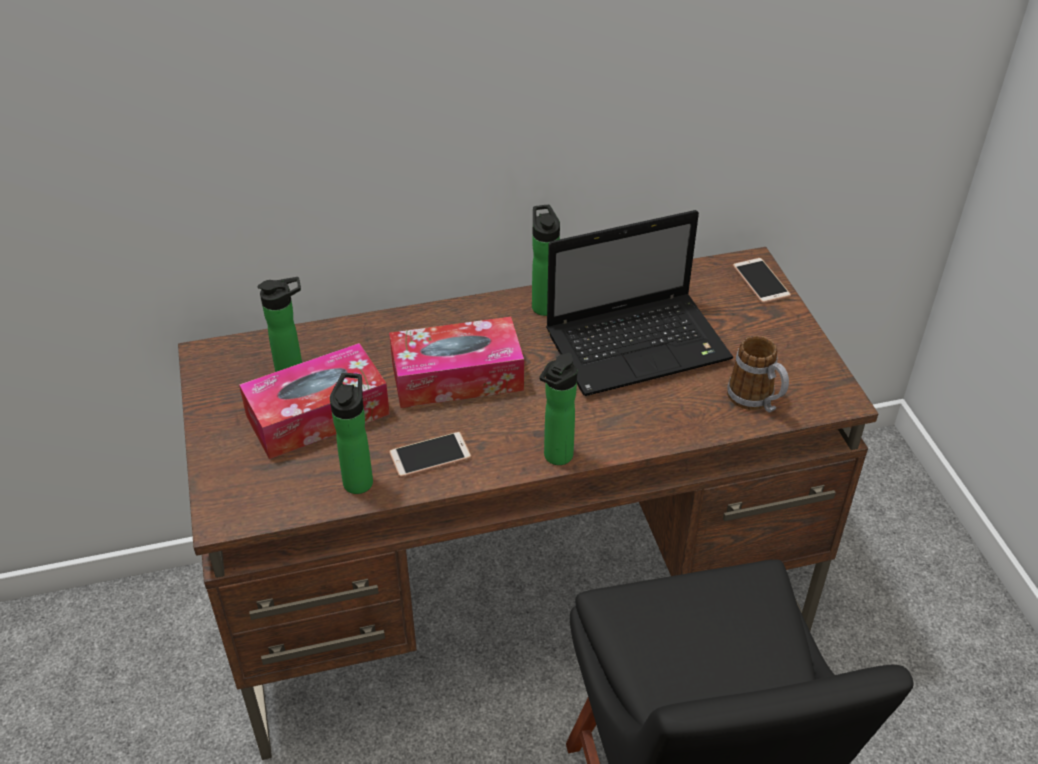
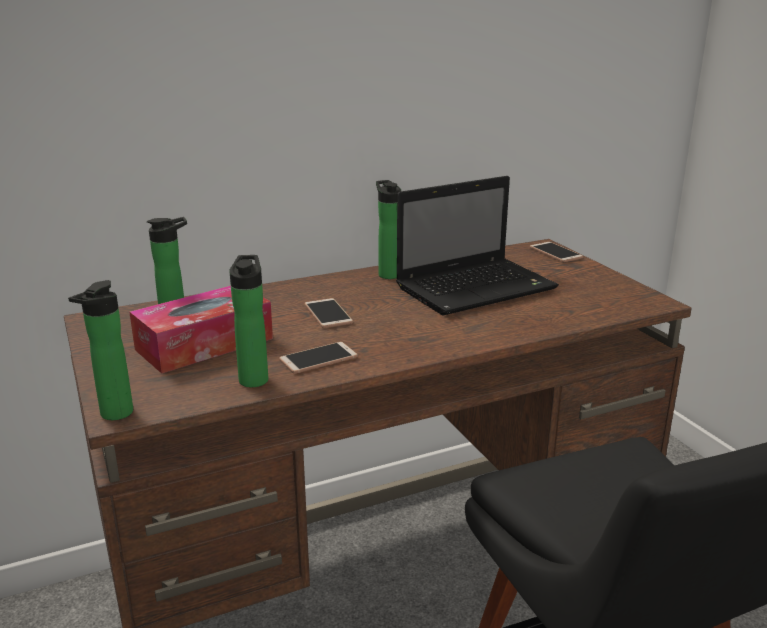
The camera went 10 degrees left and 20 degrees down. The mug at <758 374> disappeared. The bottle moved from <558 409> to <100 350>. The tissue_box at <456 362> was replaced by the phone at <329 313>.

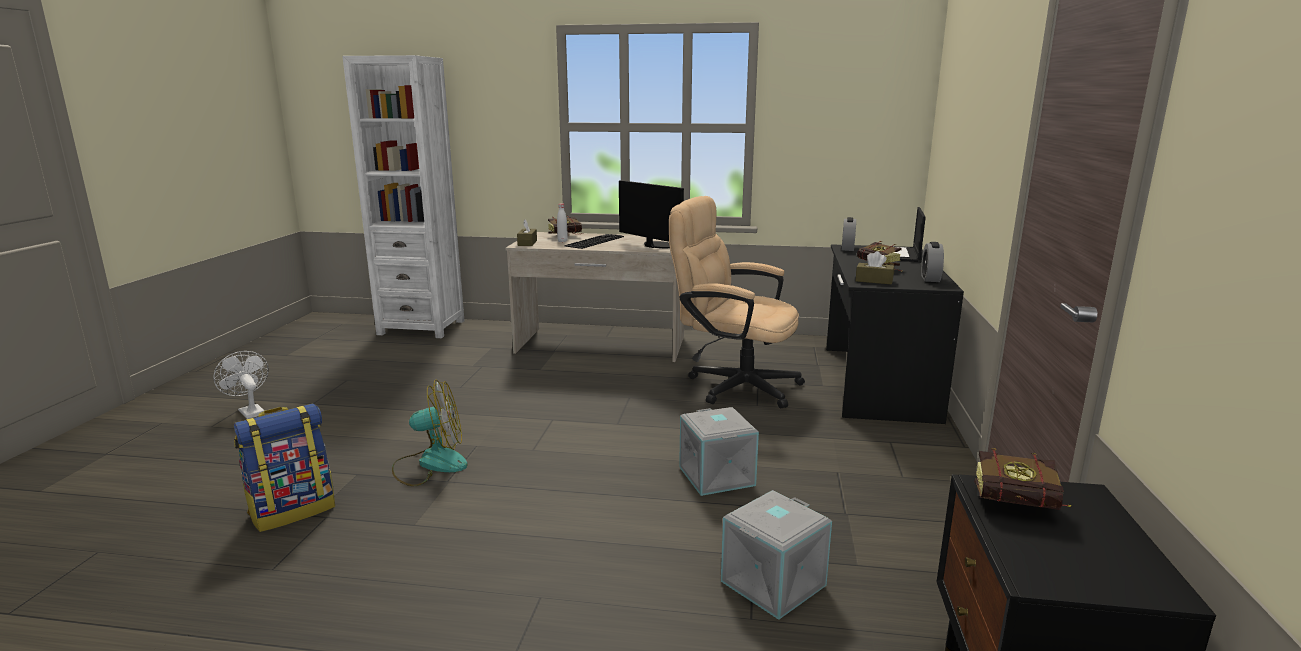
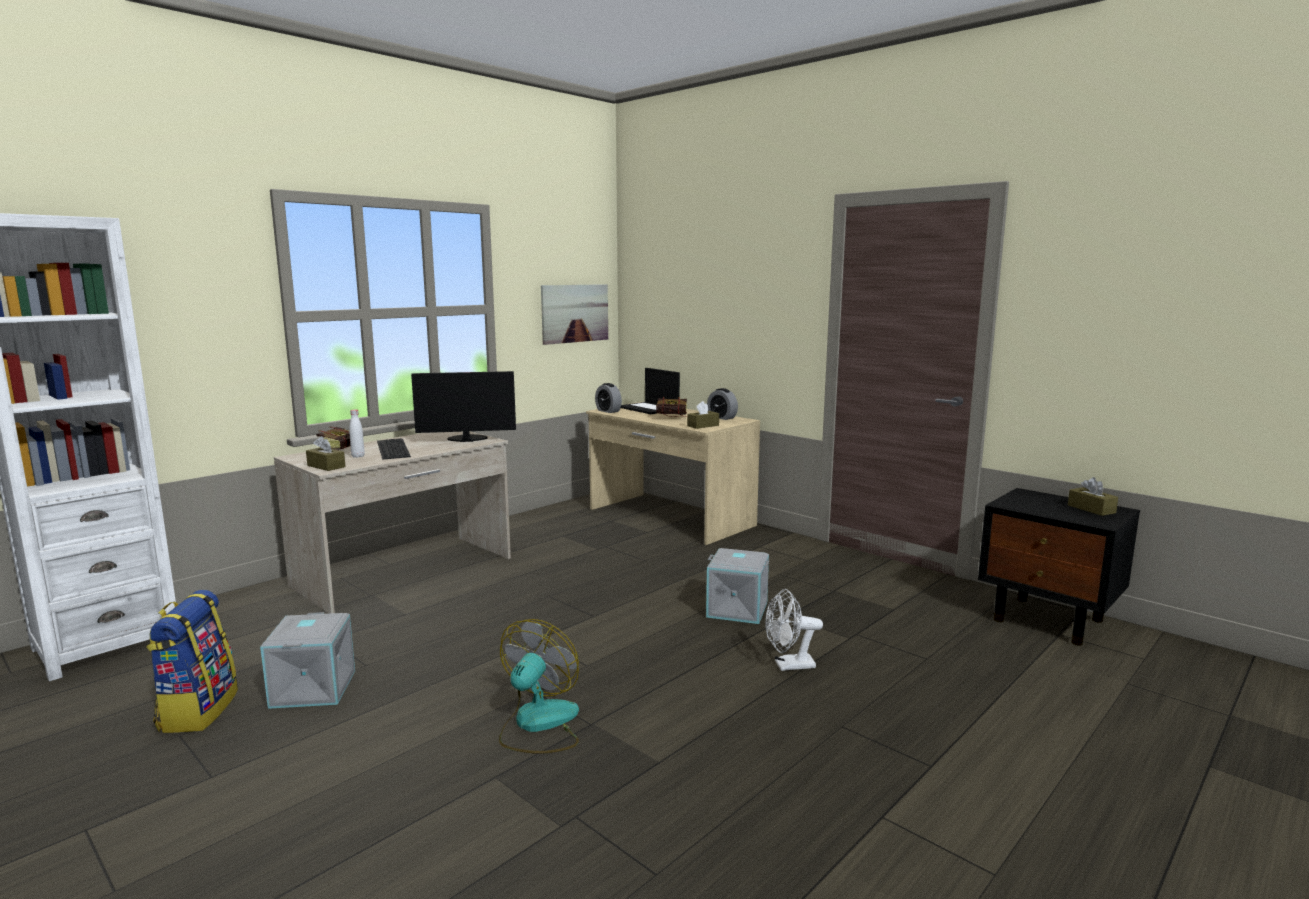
The camera went 55 degrees left and 5 degrees down. The beige_office_chair at <737 302> disappeared. The book at <1023 479> disappeared. The picture at <574 314> appeared. The brown_tissue_box at <1093 496> appeared. The white_fan moved from <241 385> to <794 630>. The backpack moved from <284 468> to <192 661>. The grey_storage_box moved from <776 555> to <307 660>. The black_desk at <895 334> became the beige_desk at <673 473>.

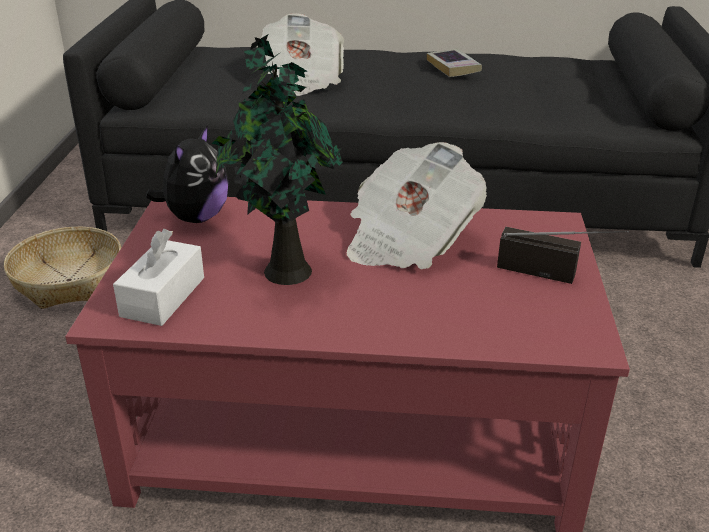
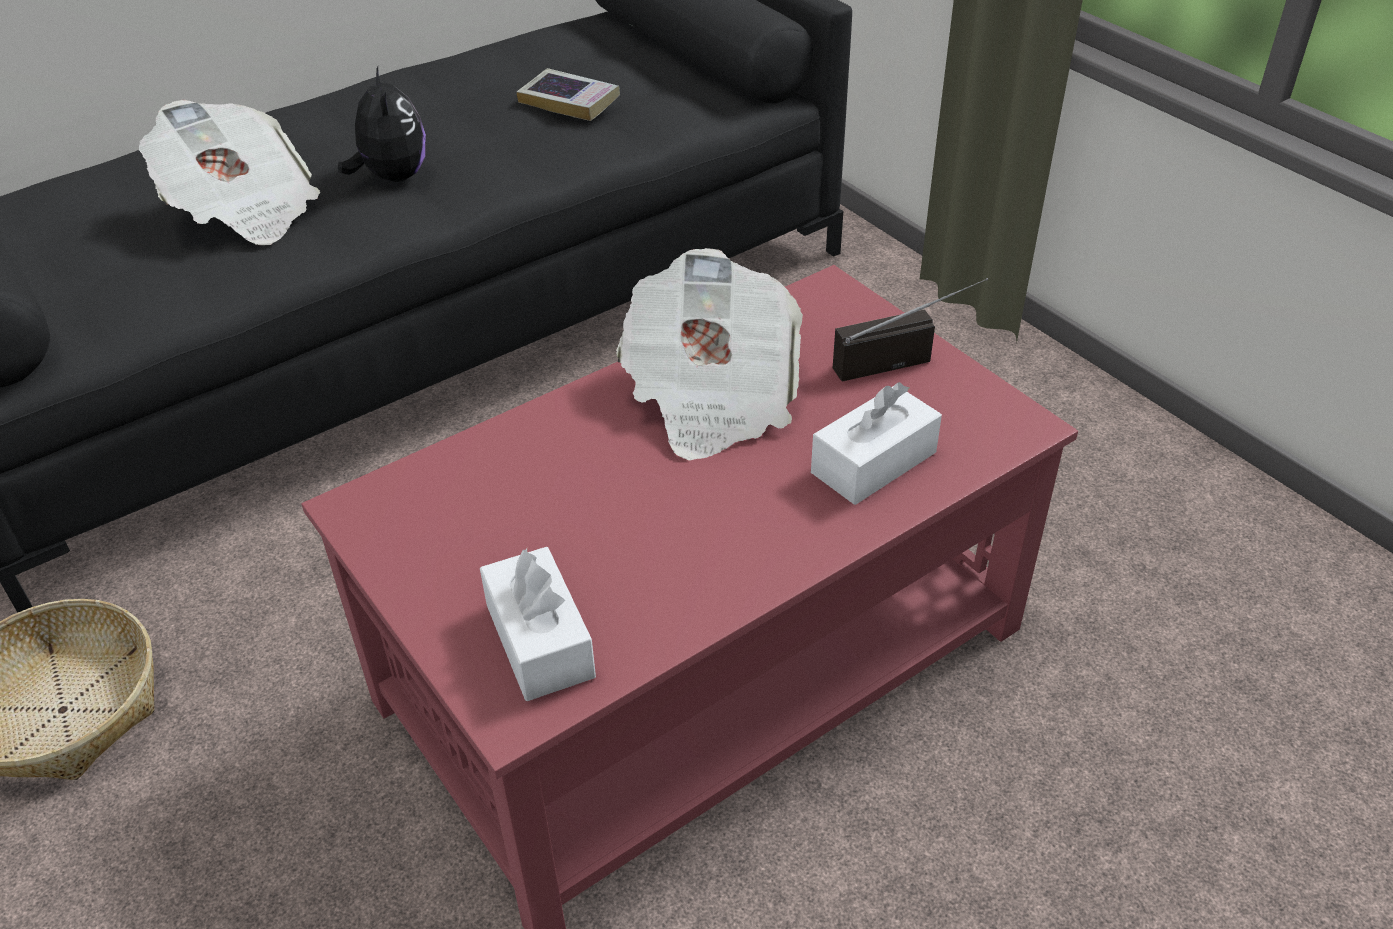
The camera went 40 degrees left and 10 degrees up. The potted_plant at <277 159> disappeared. The white_tissue_box at <876 443> appeared. The plush_toy moved from <187 174> to <382 124>. The book moved from <454 62> to <568 94>.

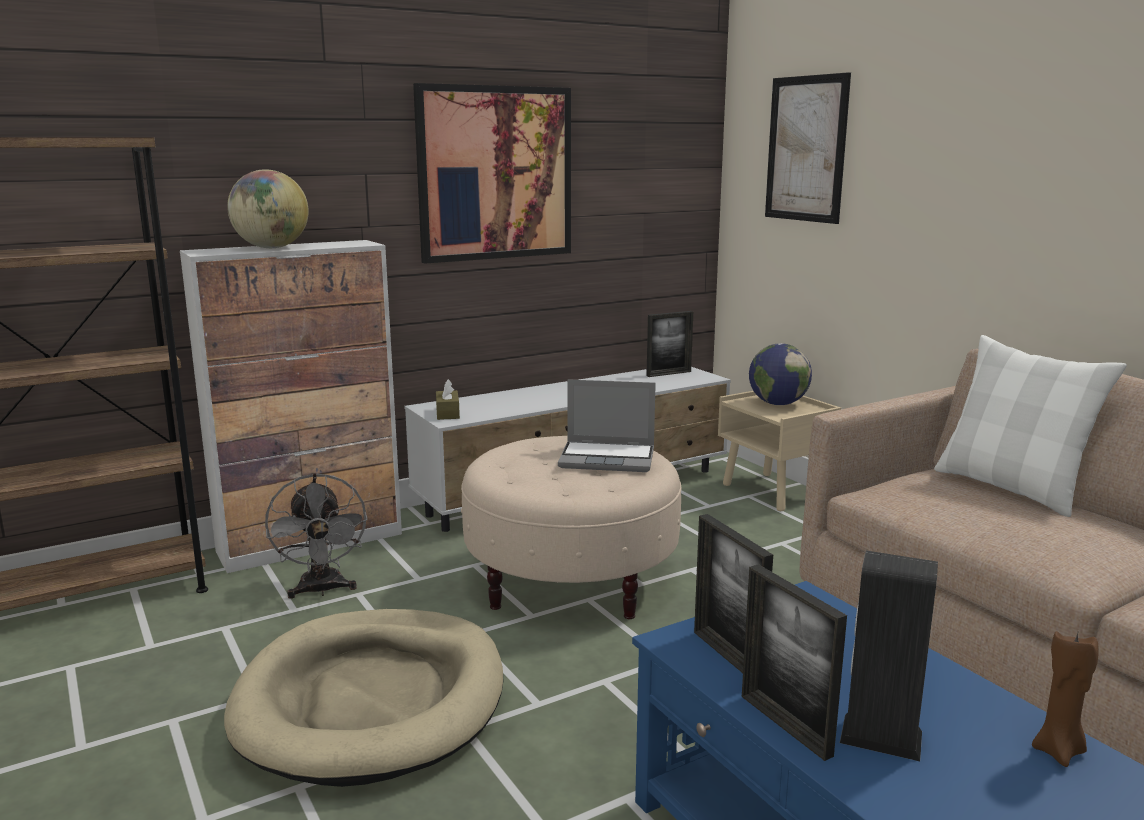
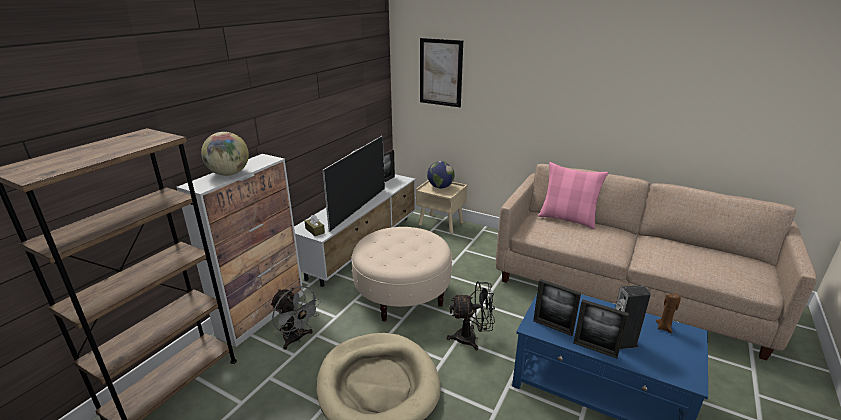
The camera went 30 degrees left and 10 degrees up. The picture at <492 173> disappeared. The laptop at <607 425> disappeared. The television at <354 184> appeared. The black_fan at <471 316> appeared. The white_pillow at <1030 426> became the pink_pillow at <573 195>.

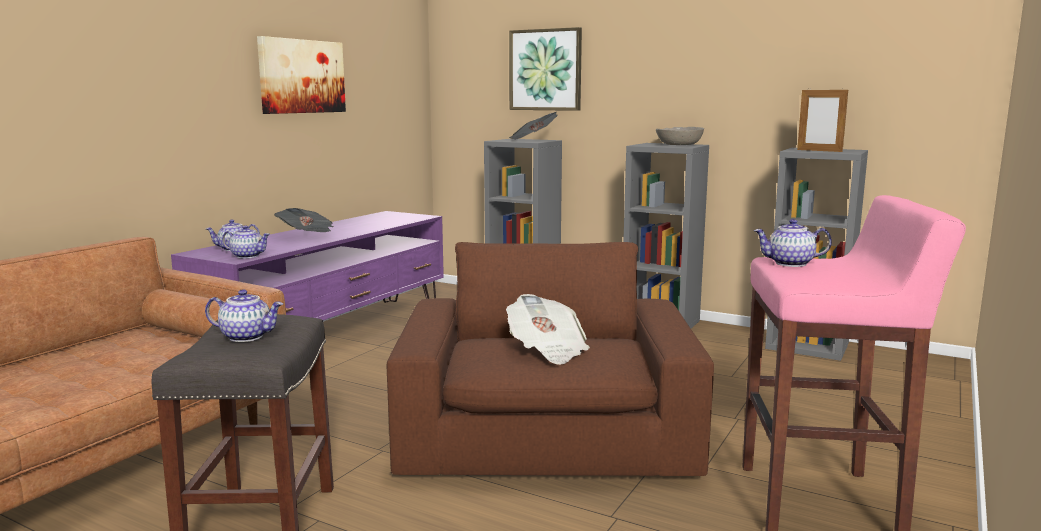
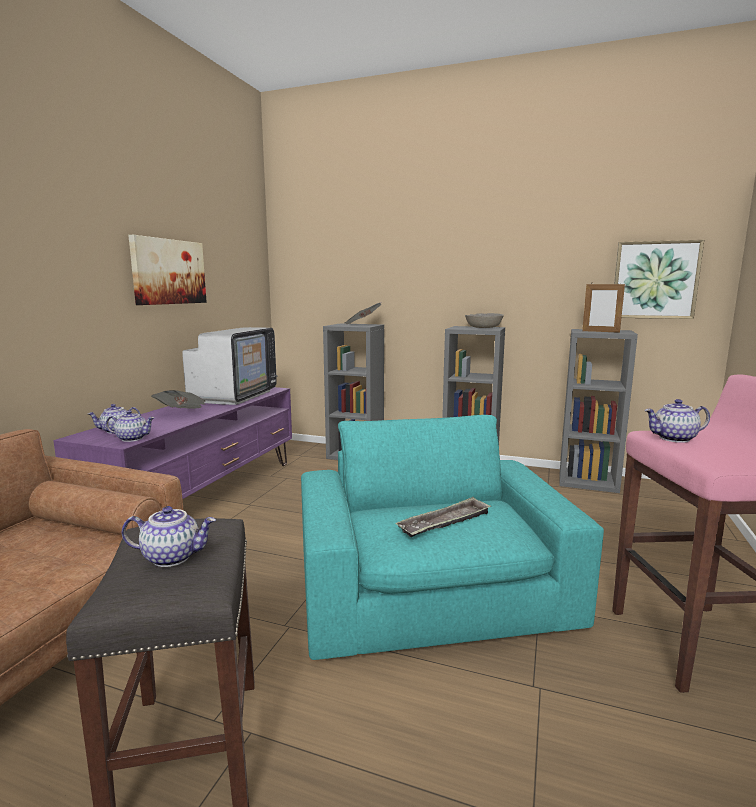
The camera went 10 degrees left and 0 degrees up. The television at <229 366> appeared. The picture moved from <545 69> to <659 279>. The newspaper at <548 329> was replaced by the tray at <443 517>. The brown_armchair at <550 359> became the turquoise_armchair at <452 537>.

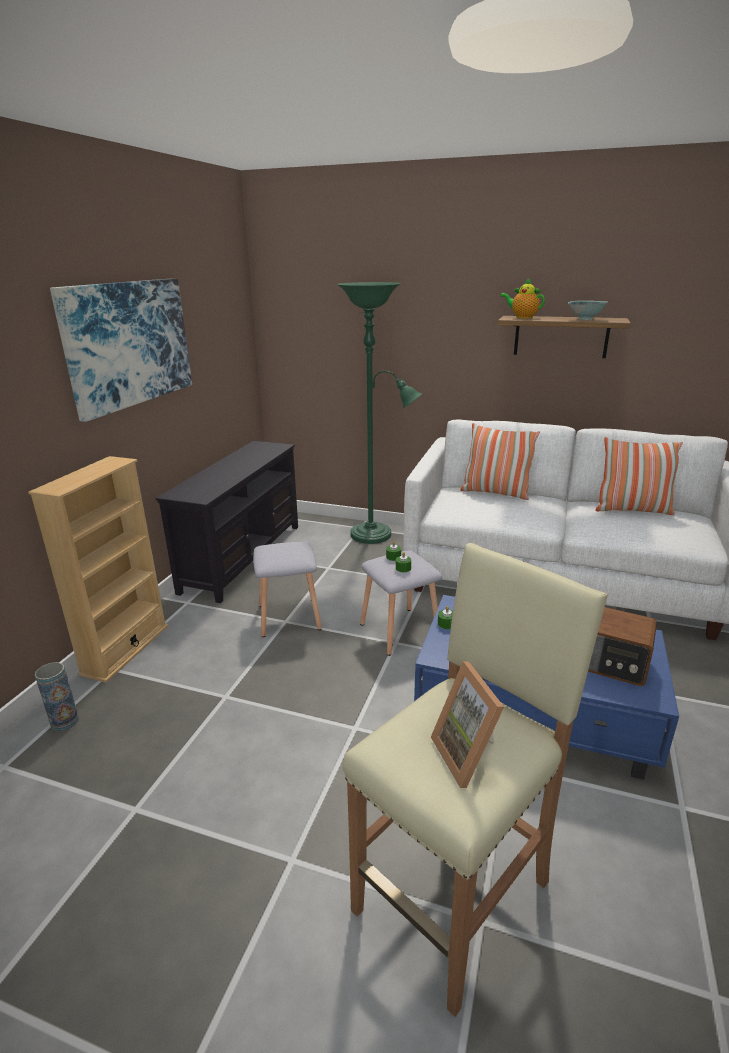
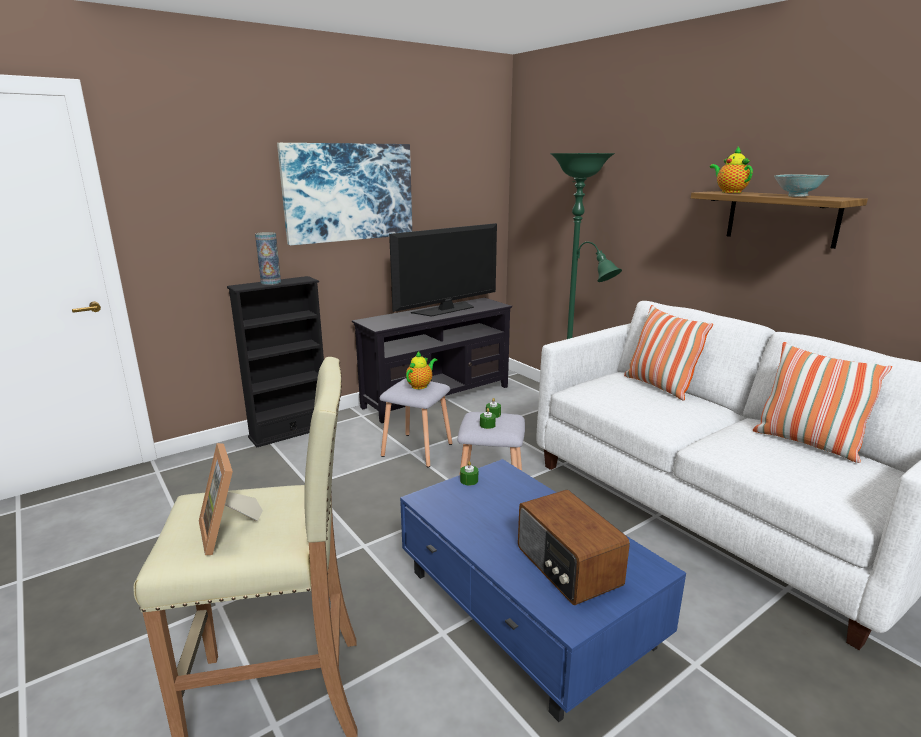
The camera went 35 degrees right and 5 degrees down. The television at <443 269> appeared. The teapot at <421 370> appeared. The vase moved from <57 696> to <268 258>. The beige_bookcase at <98 569> became the black_bookcase at <275 361>. The picture_frame at <467 724> turned 45 degrees counterclockwise.

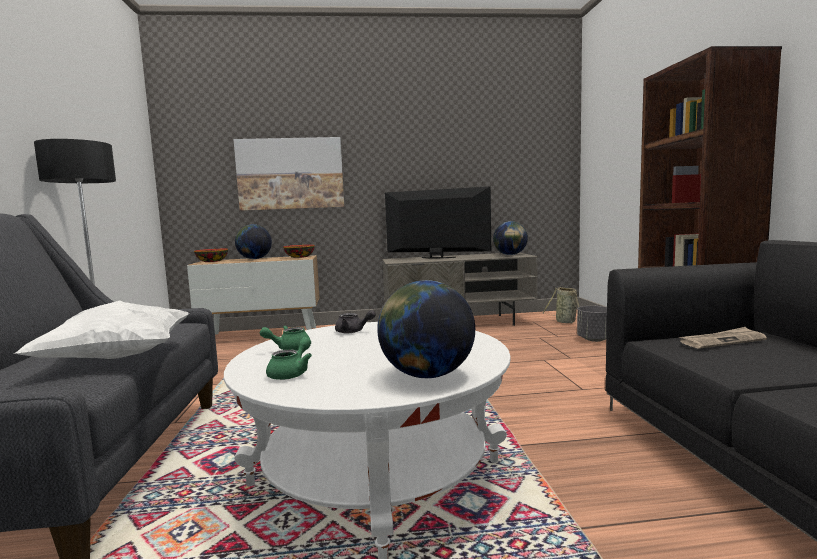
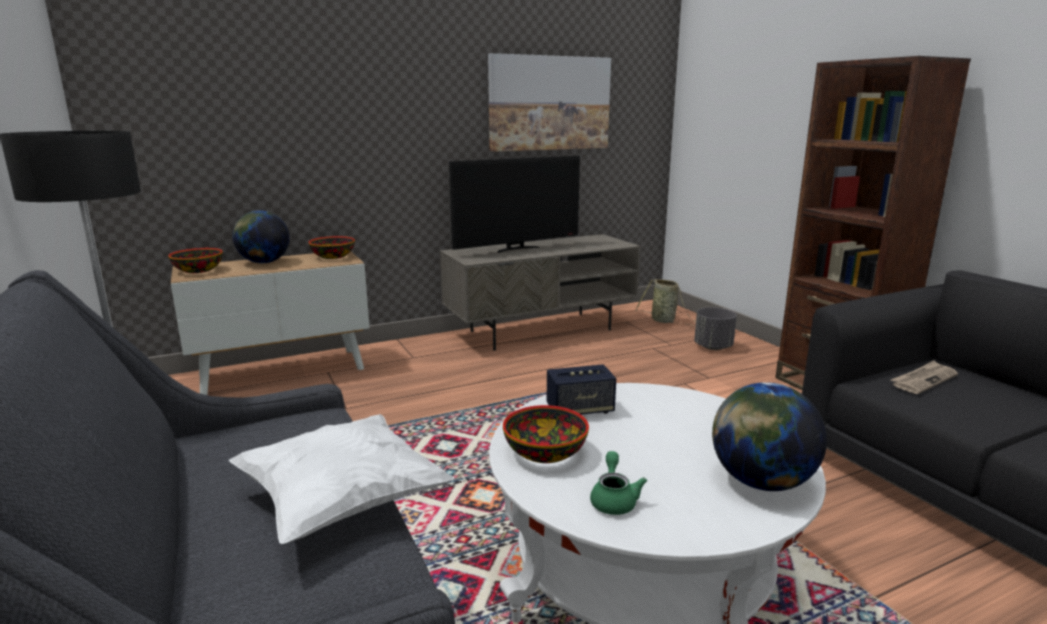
The camera went 20 degrees left and 10 degrees up. The globe at <510 238> disappeared. The picture moved from <288 174> to <549 102>. The green_teapot at <285 338> was replaced by the bowl at <546 434>. The grey_teapot at <355 321> was replaced by the speaker at <581 389>. The television at <438 222> turned 150 degrees clockwise.

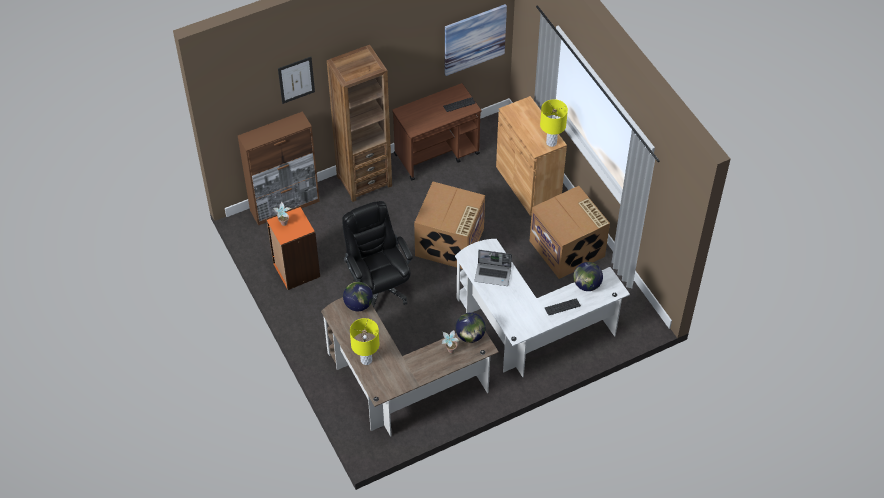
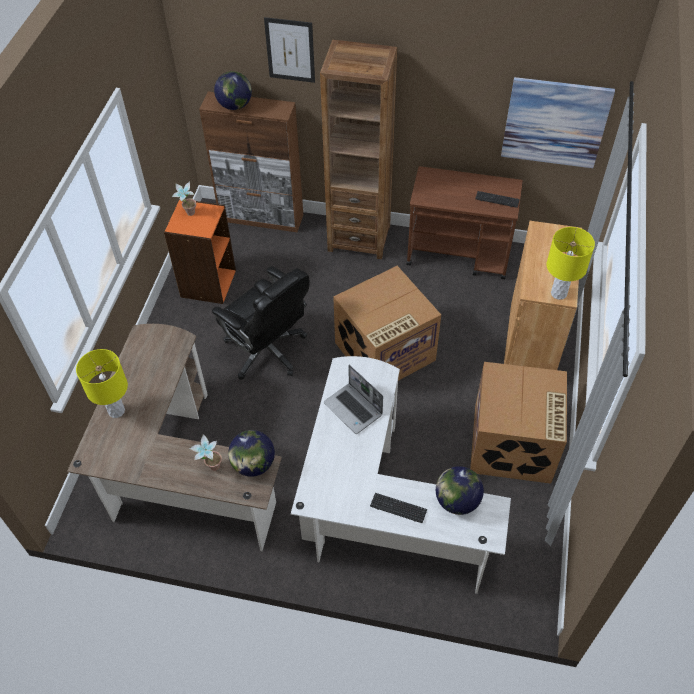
The camera went 40 degrees right and 0 degrees up. The globe moved from <358 296> to <233 90>. The black_office_chair at <377 254> turned 120 degrees clockwise.

